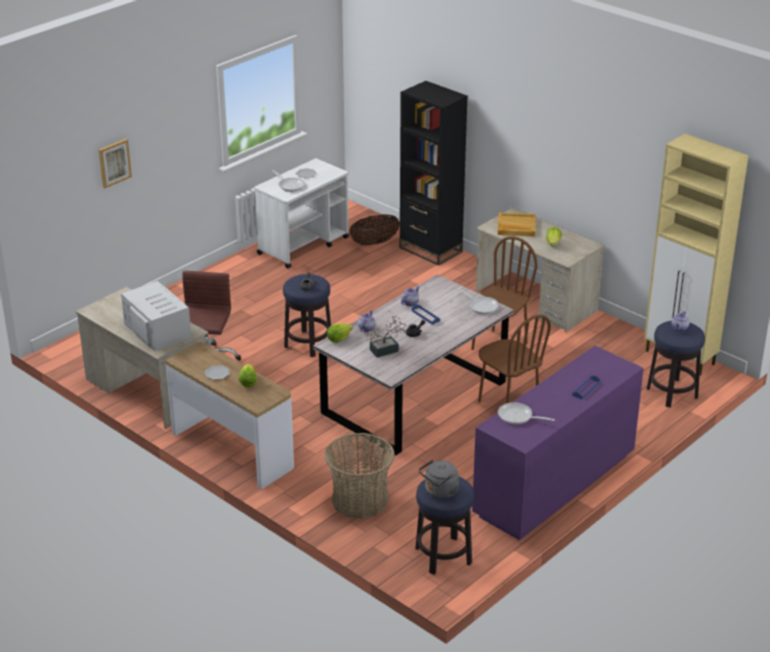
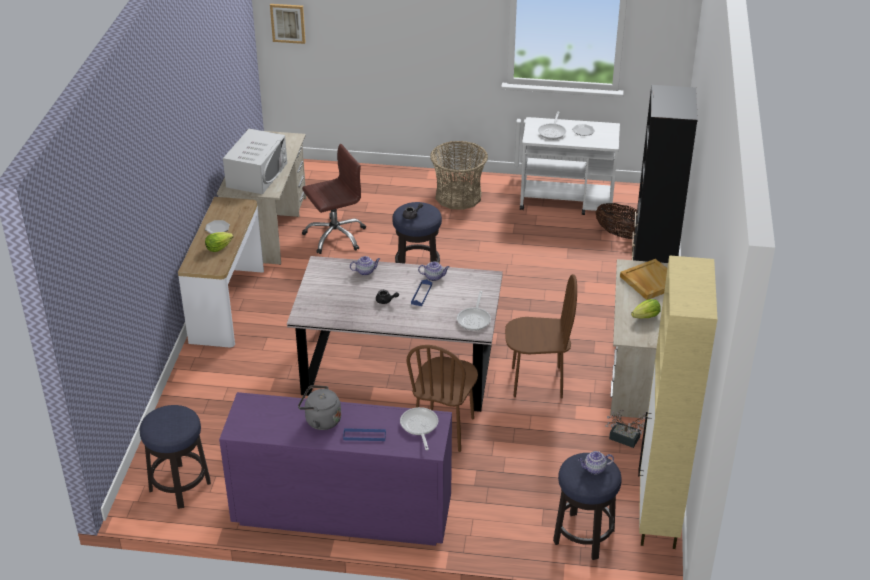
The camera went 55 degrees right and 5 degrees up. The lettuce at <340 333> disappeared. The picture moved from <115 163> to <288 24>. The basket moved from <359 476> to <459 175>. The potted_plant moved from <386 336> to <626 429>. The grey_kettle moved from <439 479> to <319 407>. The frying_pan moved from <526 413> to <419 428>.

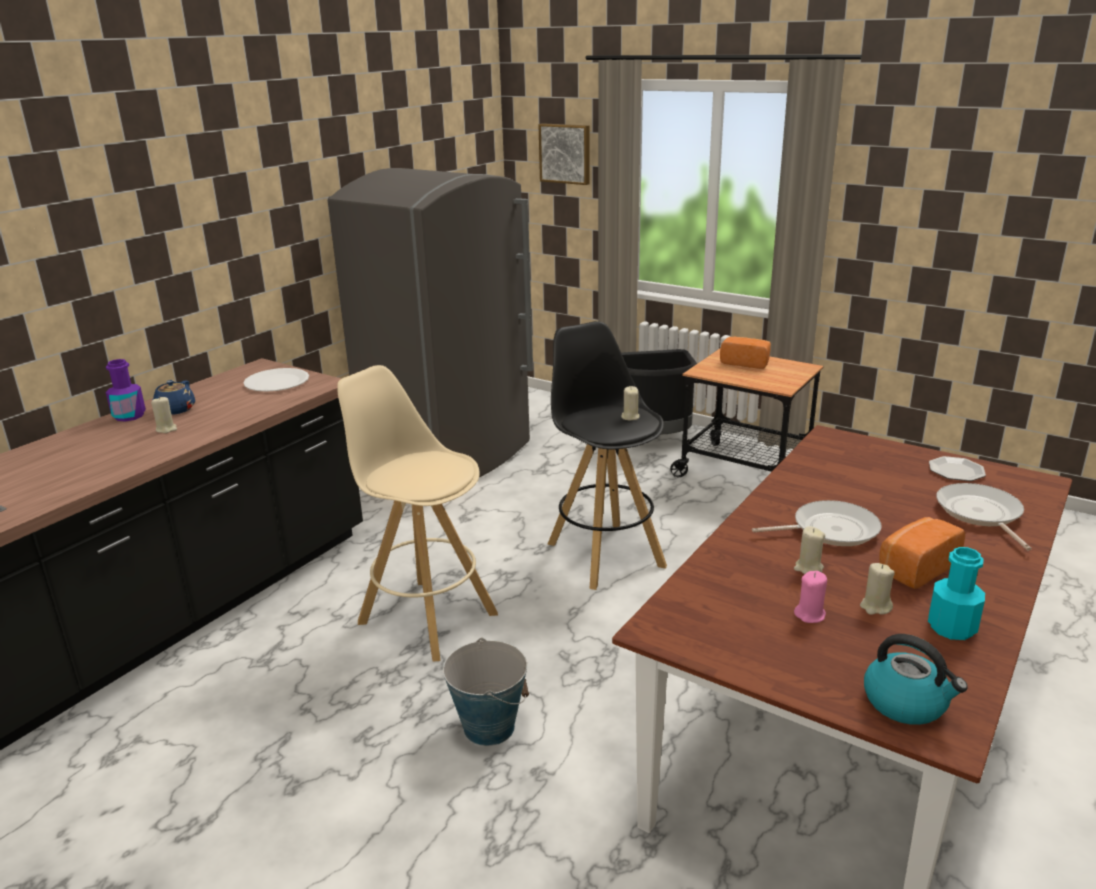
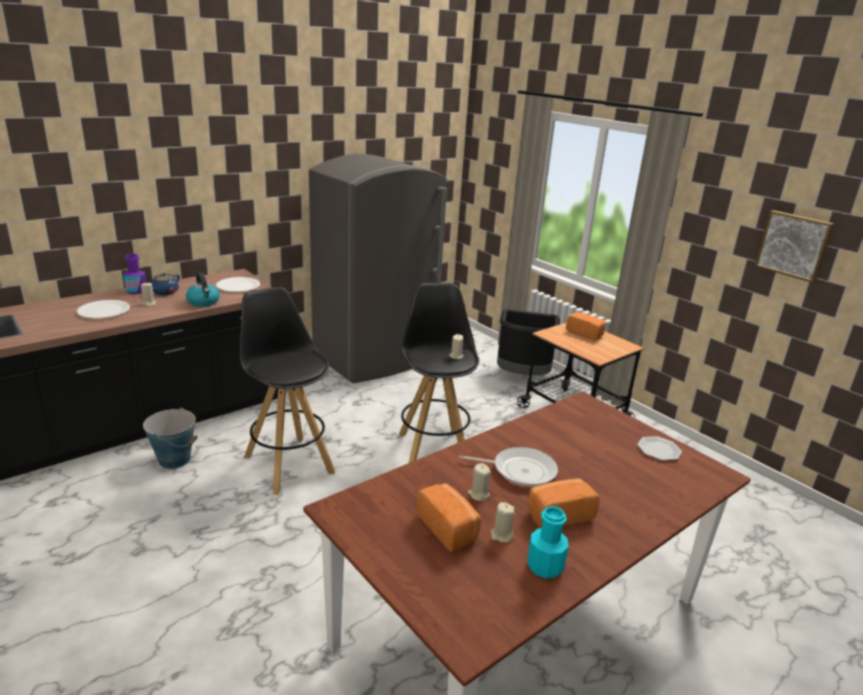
The camera went 15 degrees right and 0 degrees up. The frying_pan at <984 516> disappeared. The white_plate at <103 309> appeared. The bucket moved from <486 692> to <170 438>. The picture moved from <564 154> to <794 246>. The kettle moved from <916 679> to <203 289>. The pink_candle at <810 597> was replaced by the bread at <449 517>. The beige_stool at <417 513> became the black_stool at <287 391>.

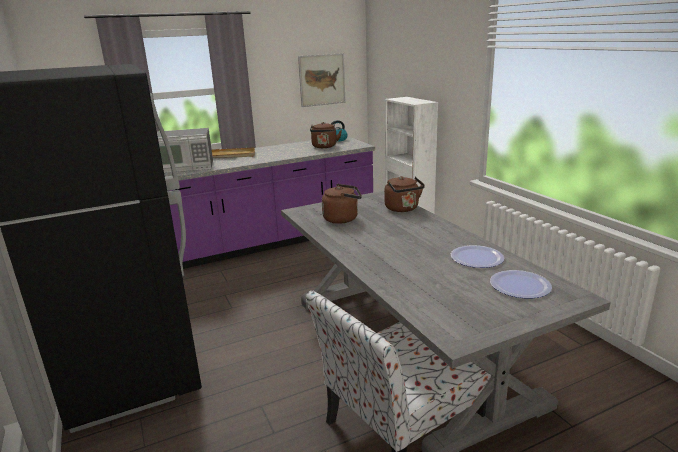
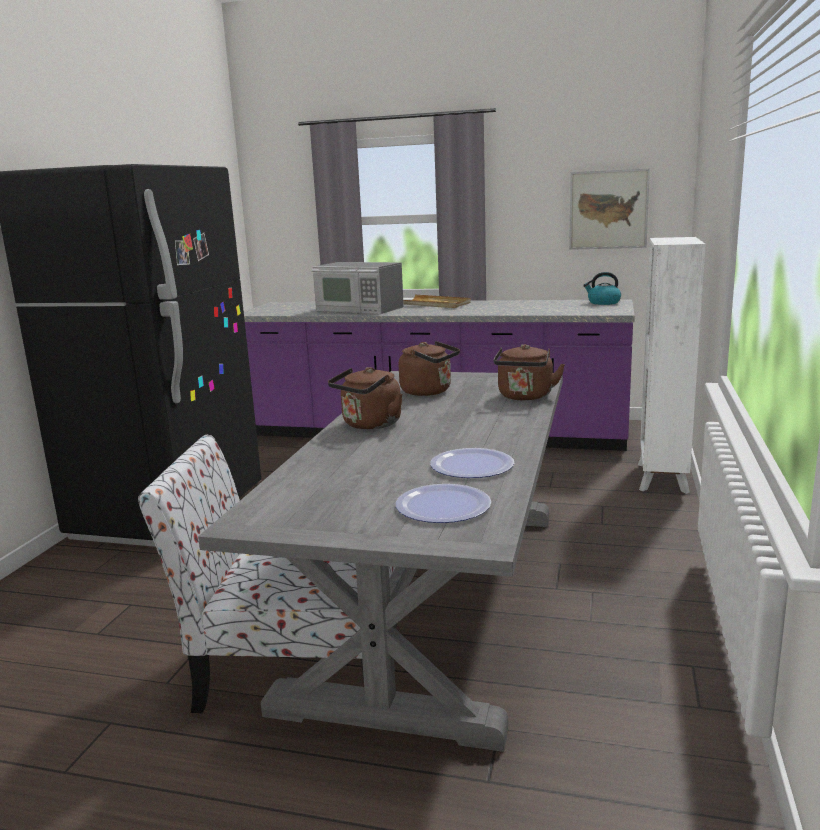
The camera went 40 degrees right and 5 degrees down. The brown_kettle moved from <326 135> to <365 398>.

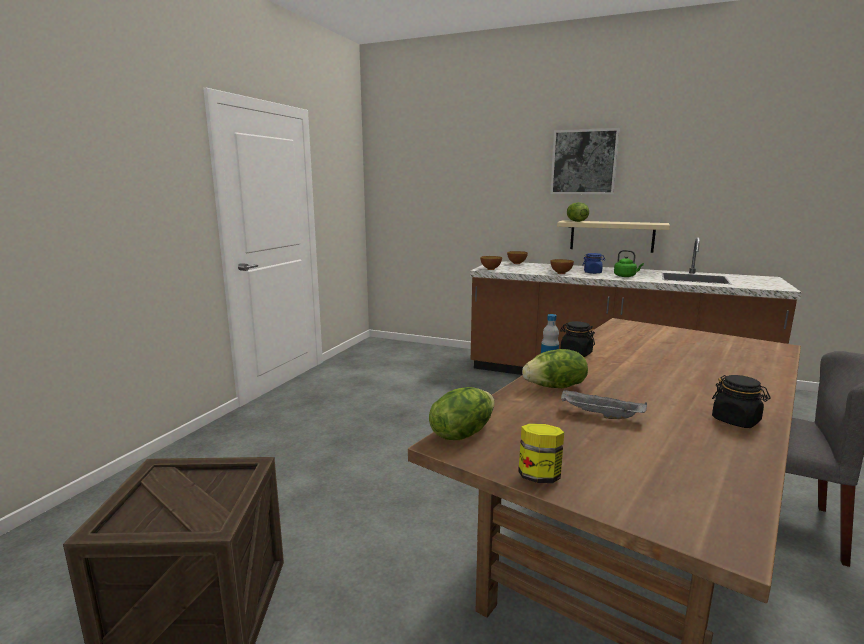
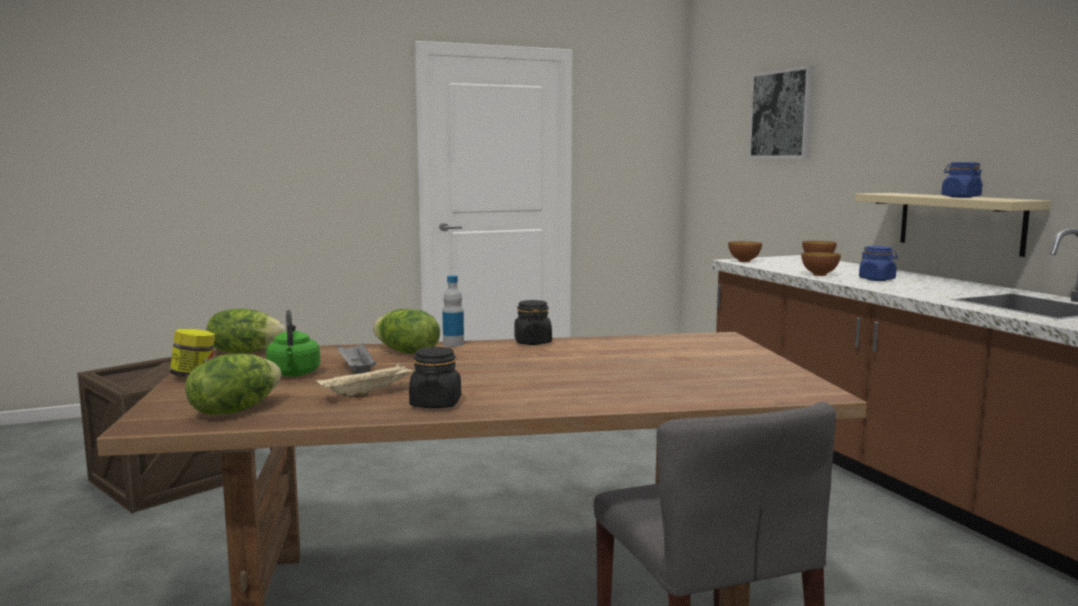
The camera went 45 degrees right and 5 degrees down. The beige_tray at <365 380> appeared. The blue_jar at <961 180> appeared. The picture moved from <585 161> to <781 111>. The lettuce moved from <578 212> to <233 384>. The green_kettle moved from <629 263> to <293 343>.

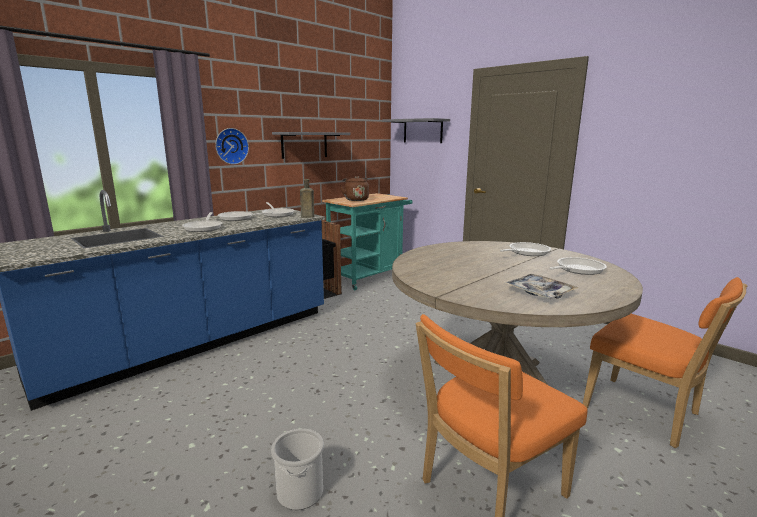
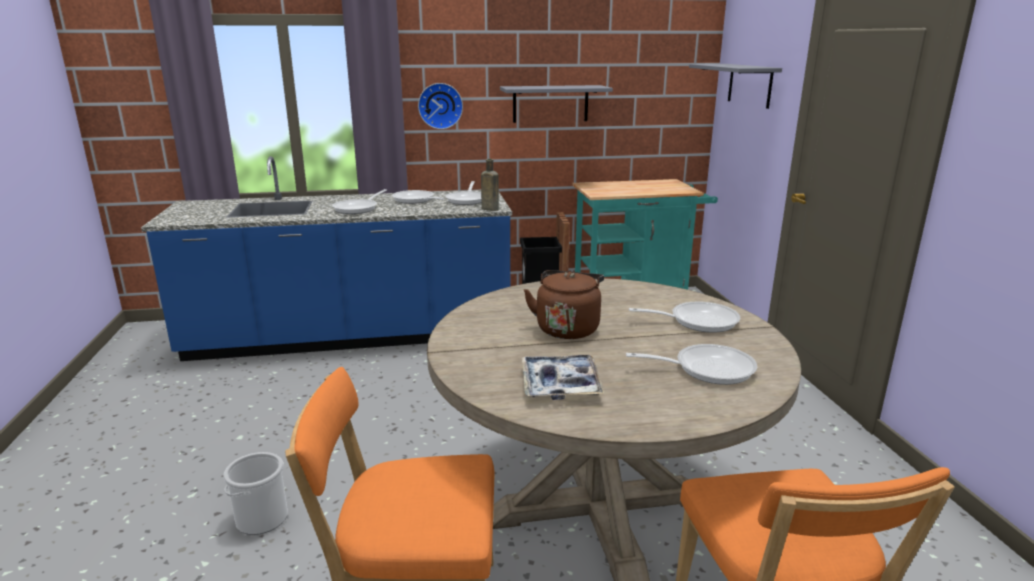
The camera went 35 degrees right and 5 degrees up. The brown_kettle moved from <354 188> to <564 304>.

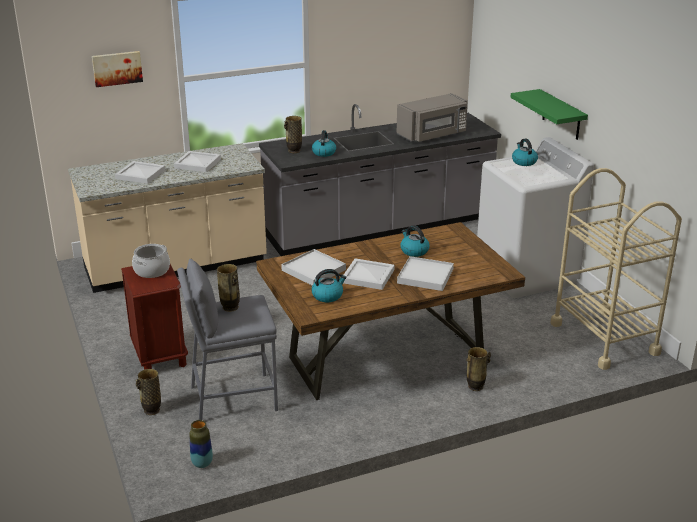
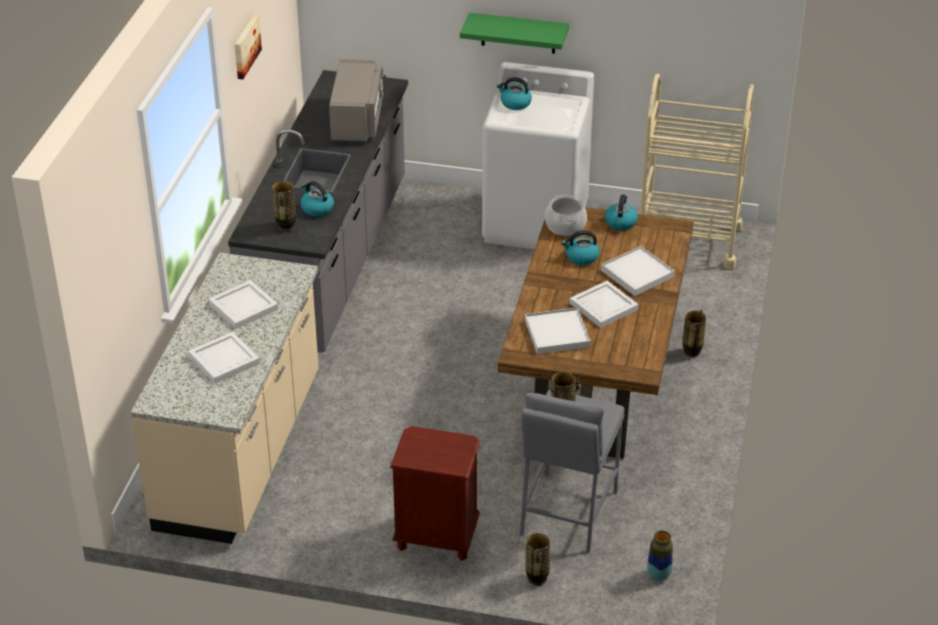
The camera went 55 degrees left and 10 degrees up. The picture moved from <117 69> to <248 47>. The cooking_pot moved from <151 261> to <566 215>. The kettle moved from <329 285> to <621 212>.

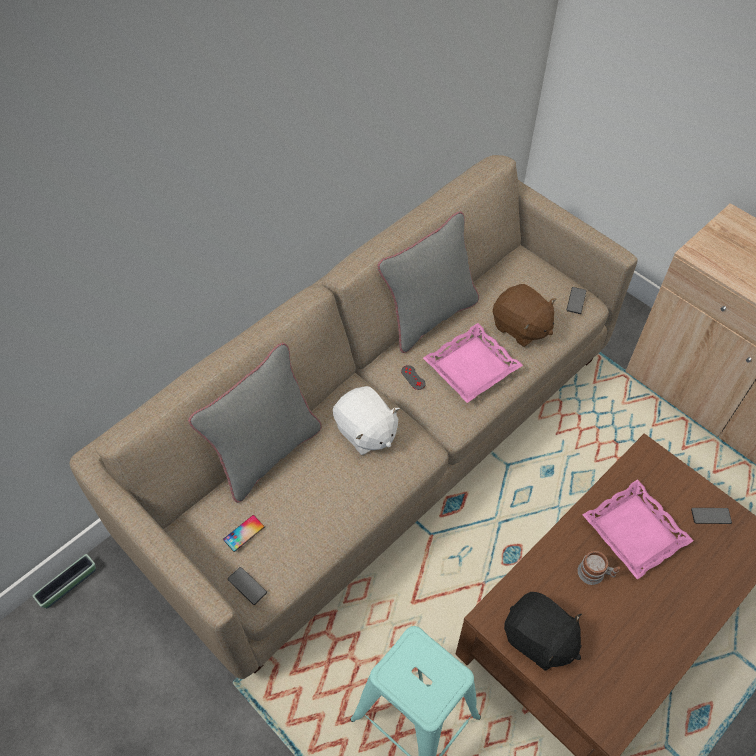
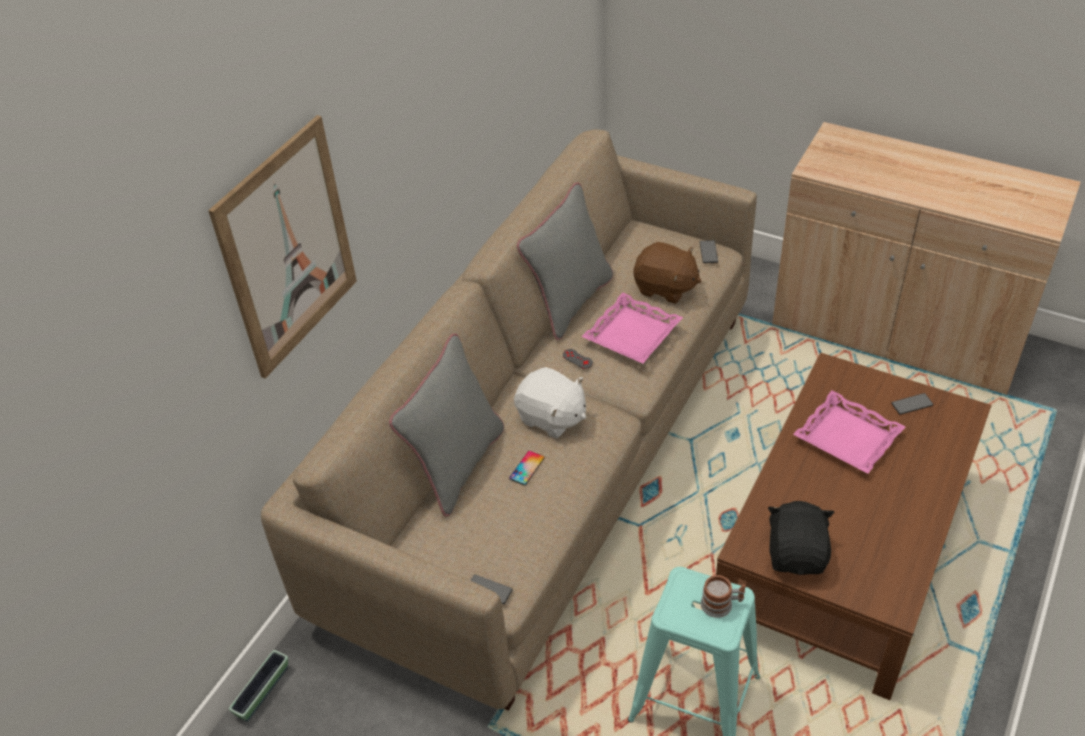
The camera went 15 degrees left and 10 degrees down. The picture at <282 246> appeared. The phone moved from <243 533> to <527 468>. The mug moved from <599 568> to <723 596>. The black_plush_toy at <543 631> turned 105 degrees counterclockwise.

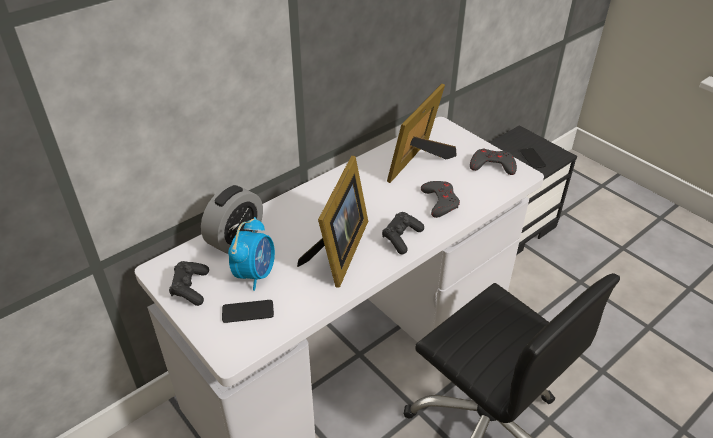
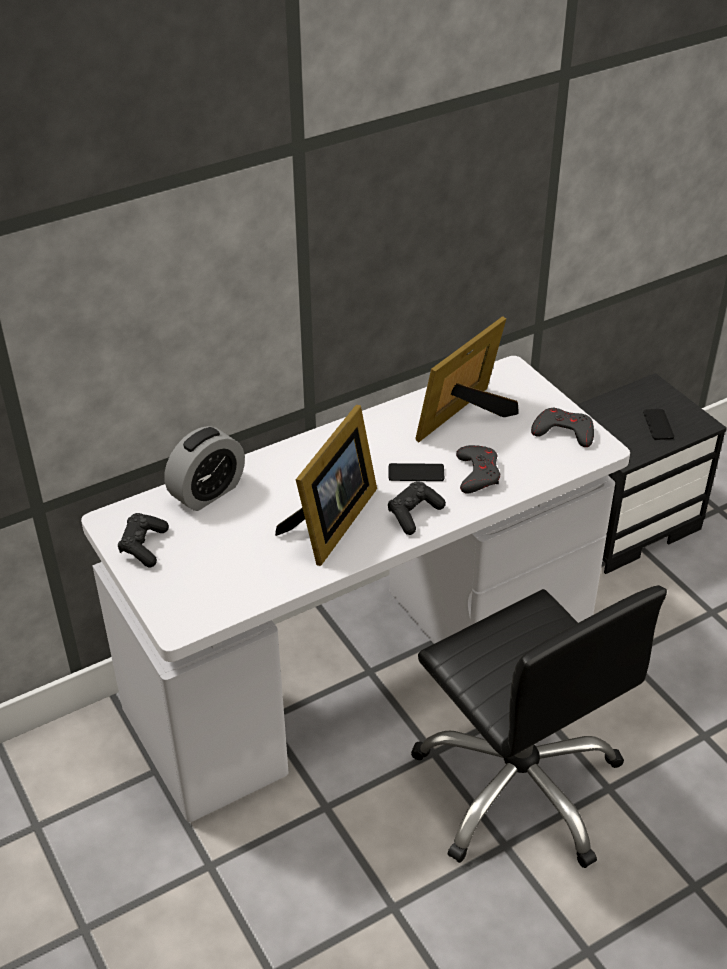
The camera went 10 degrees right and 0 degrees up. The alarm_clock at <251 254> disappeared. The phone moved from <248 311> to <416 472>.

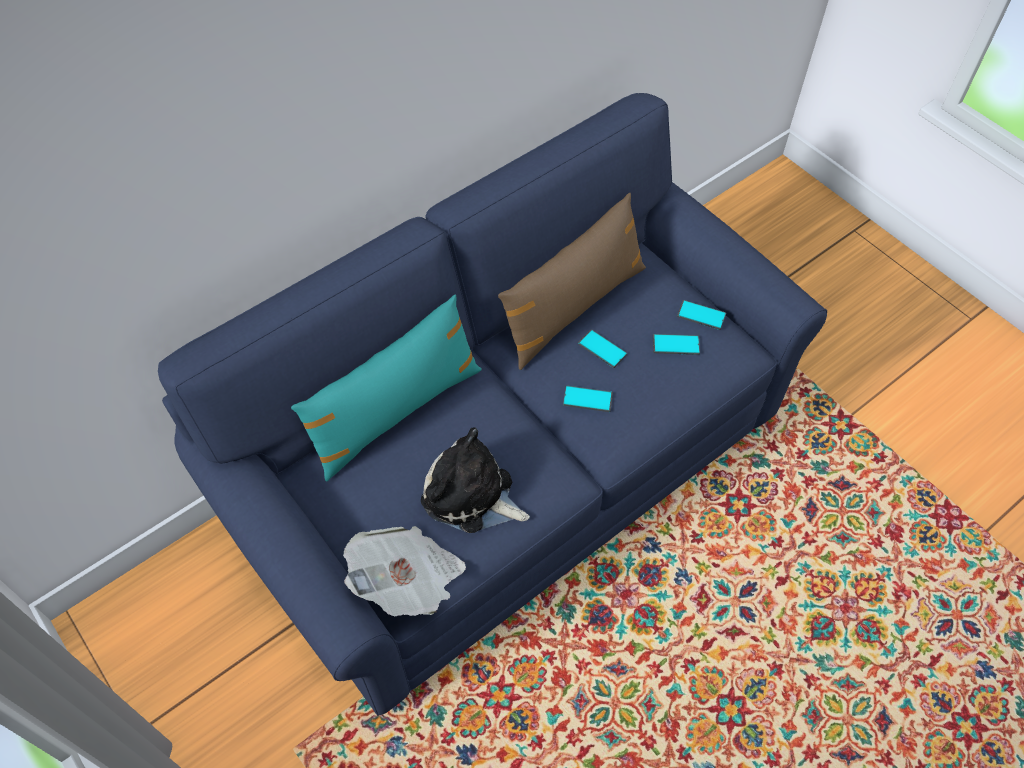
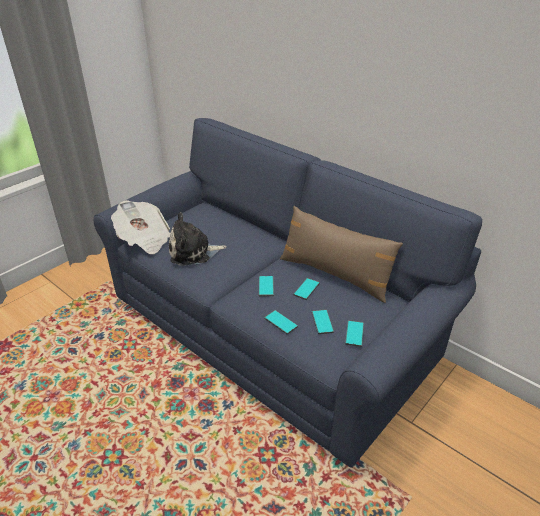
The camera went 80 degrees right and 20 degrees down. The turquoise_pillow at <386 388> disappeared. The phone at <281 322> appeared. The plush_toy at <475 480> turned 120 degrees counterclockwise.

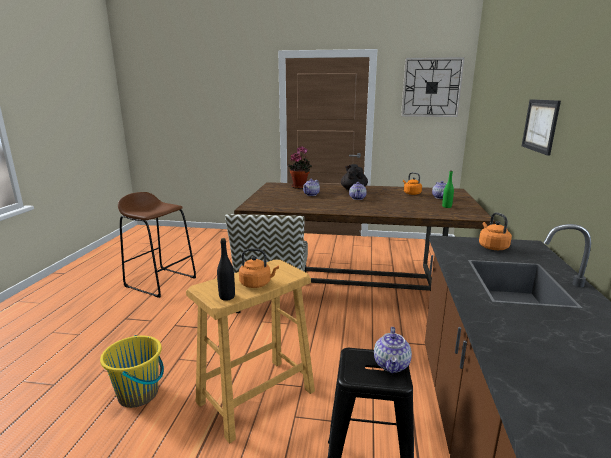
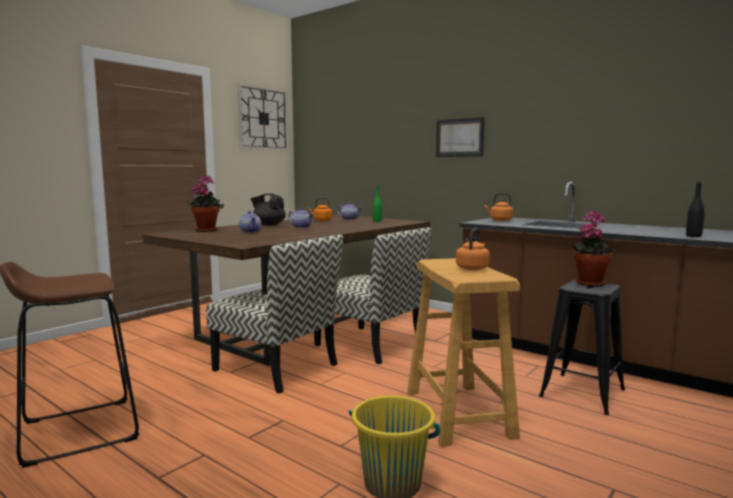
The camera went 60 degrees left and 10 degrees down. The chair at <372 295> appeared. The black_bottle moved from <226 269> to <695 209>. The teapot at <393 350> was replaced by the potted_plant at <594 249>.

